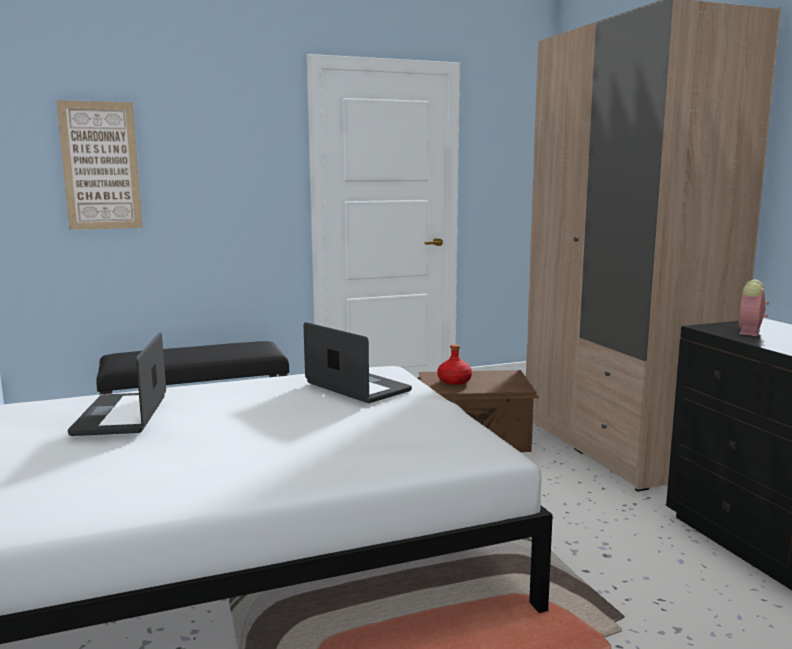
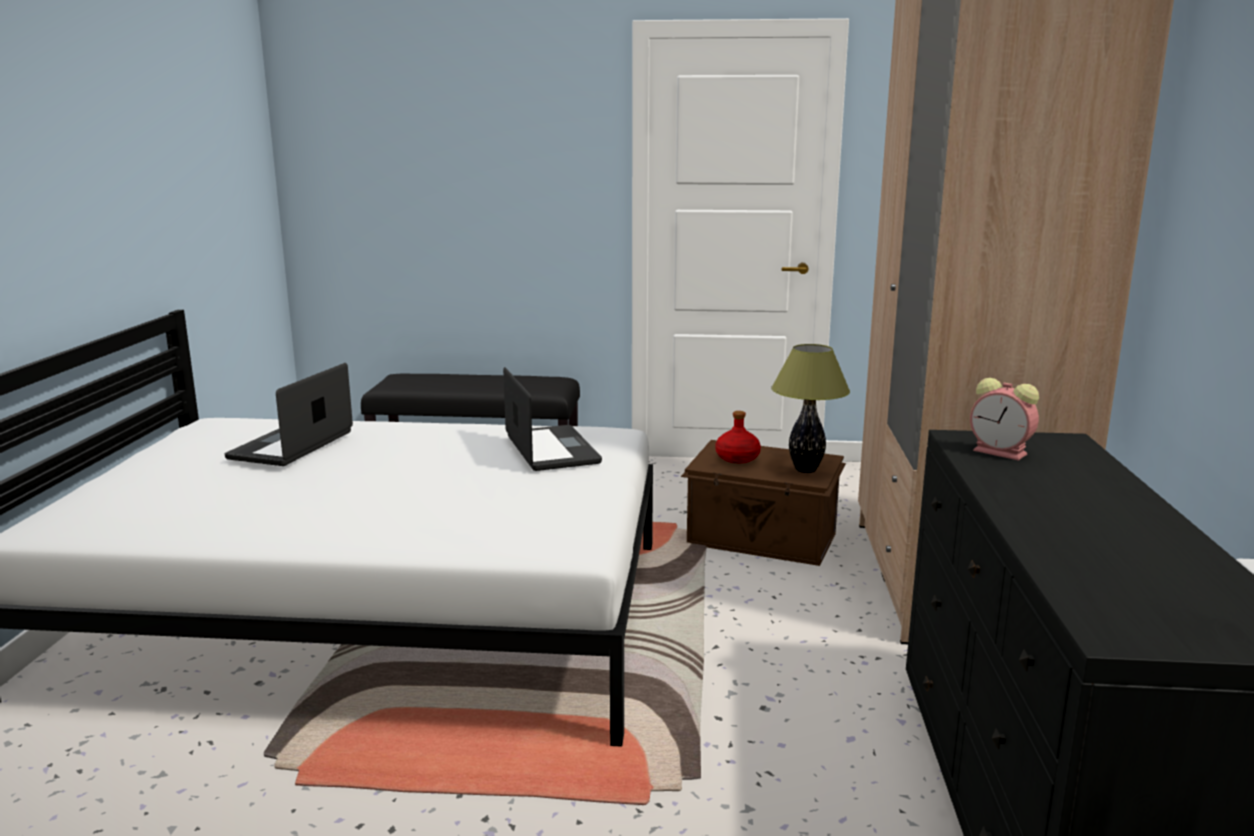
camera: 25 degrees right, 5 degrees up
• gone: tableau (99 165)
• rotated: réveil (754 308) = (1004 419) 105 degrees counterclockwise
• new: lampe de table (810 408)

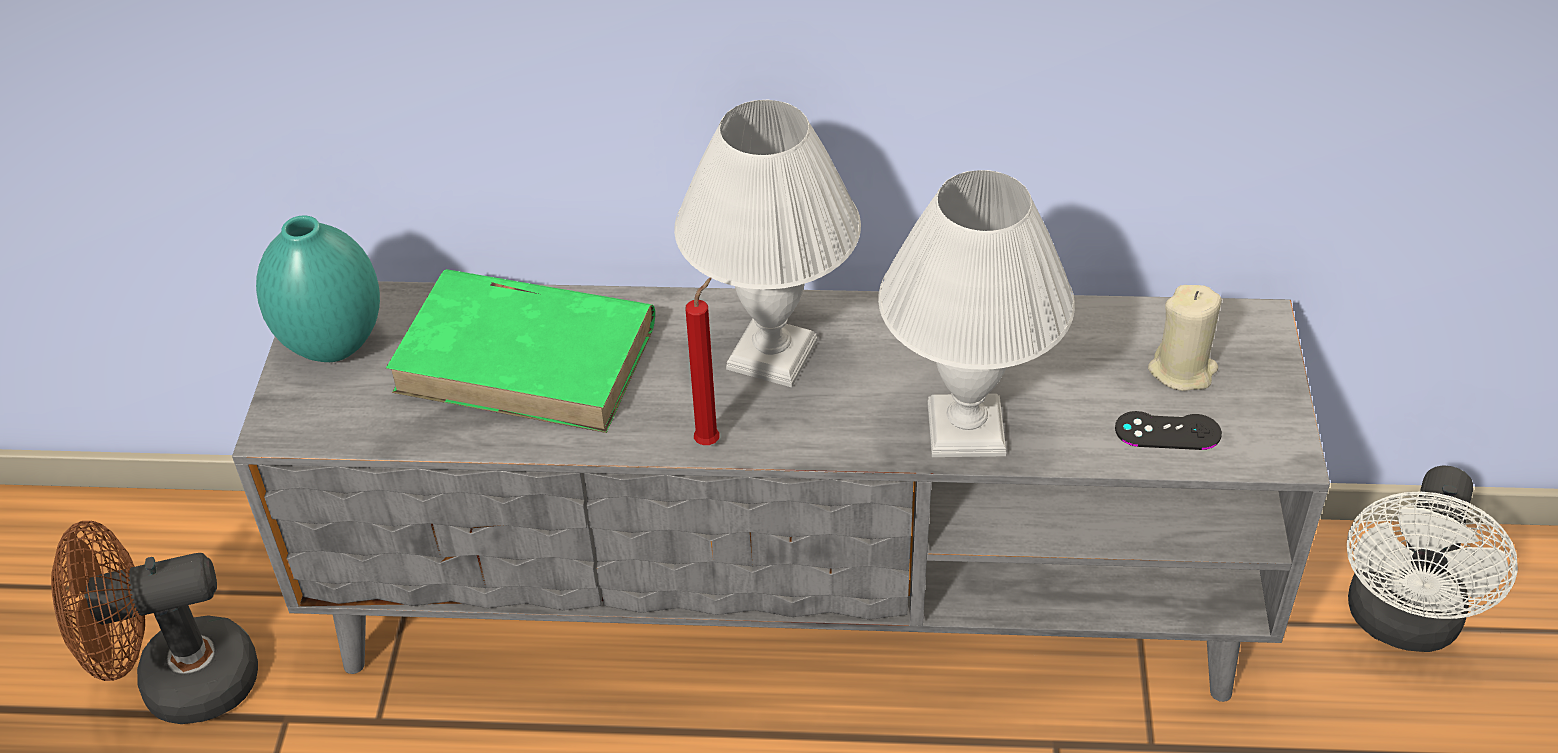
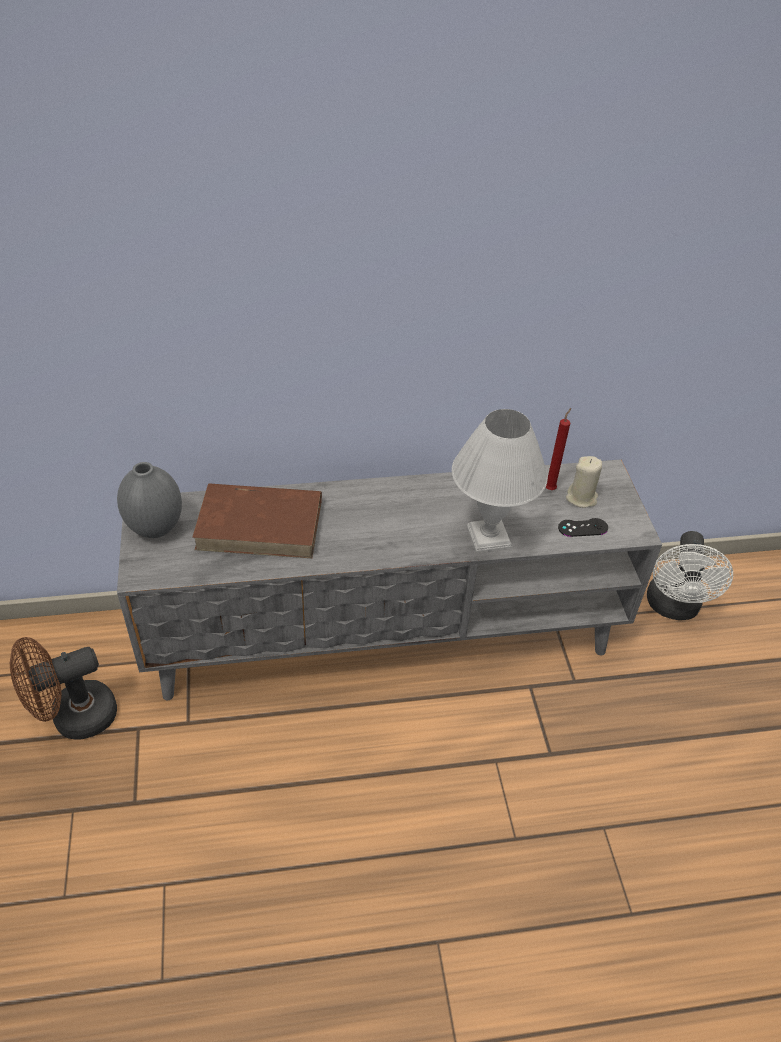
camera: 15 degrees left, 0 degrees up
• repainted: vase/turquoise (318 289) to vase/gris (149 500)
• repainted: livre/vert (520 351) to livre/marron (257 521)
• gone: lampe de table/blanc (767 243)
• shifted: bougie/rouge (702 361) to (558 449)

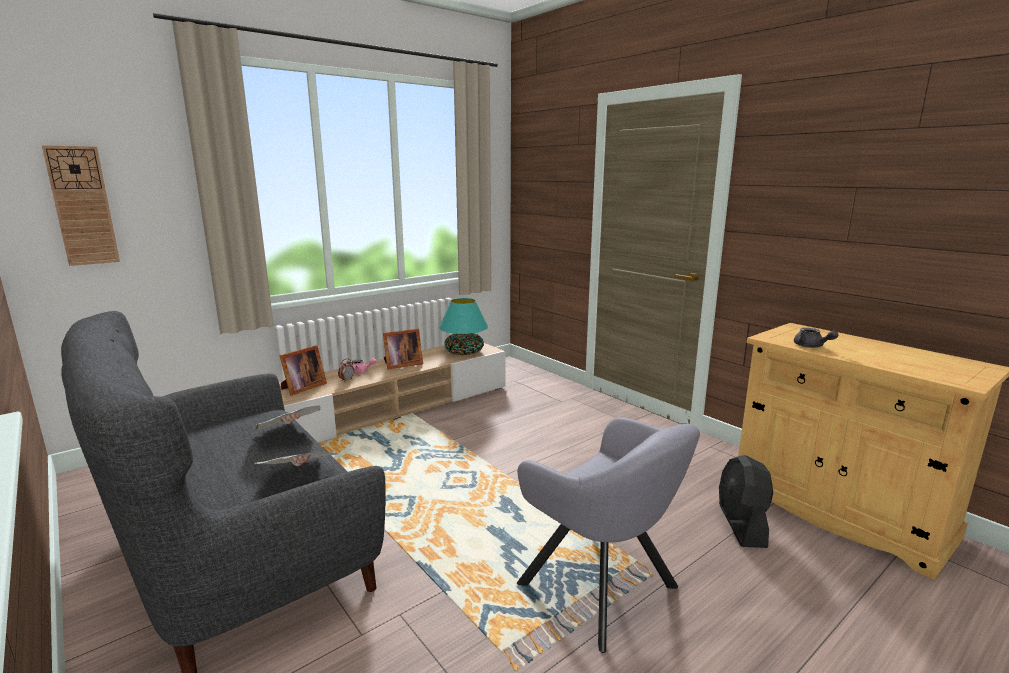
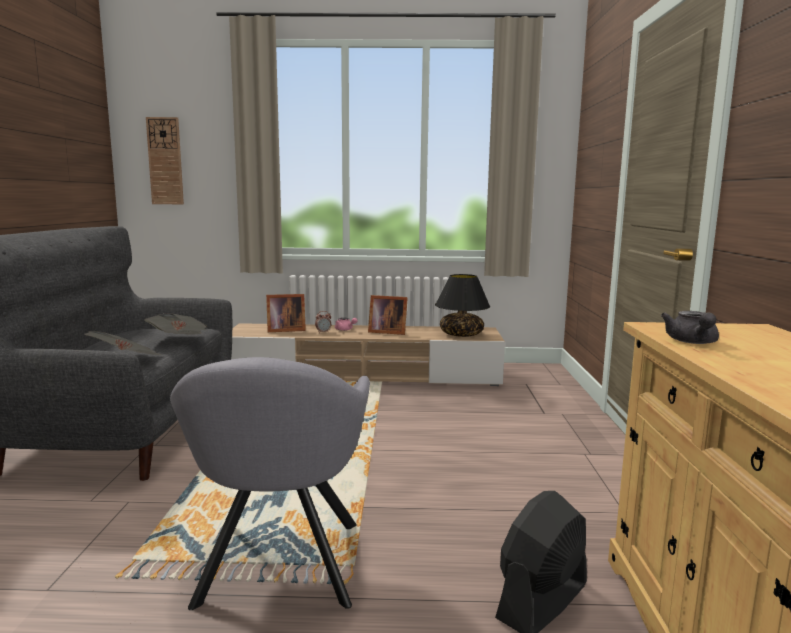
camera: 40 degrees right, 5 degrees down
• repainted: lampe de table/turquoise (463 326) to lampe de table/noir (462 305)

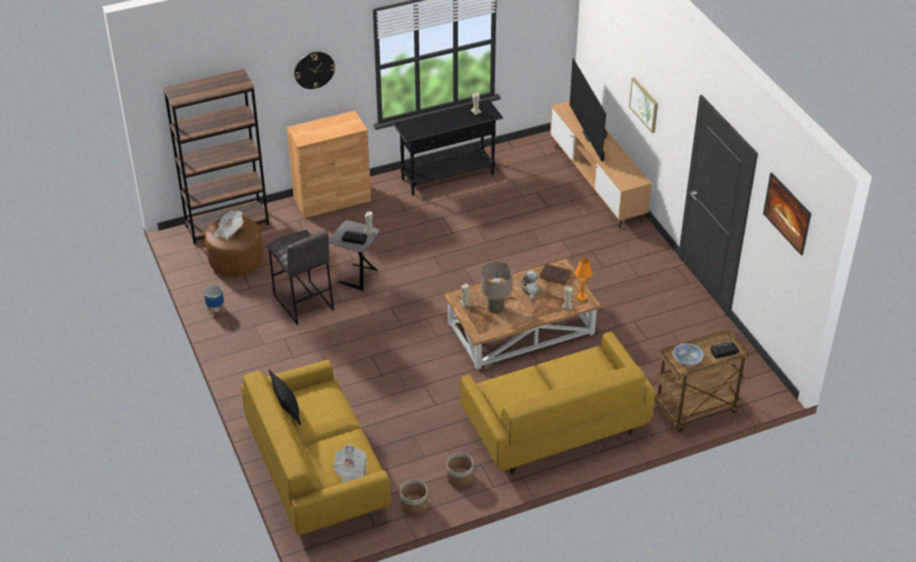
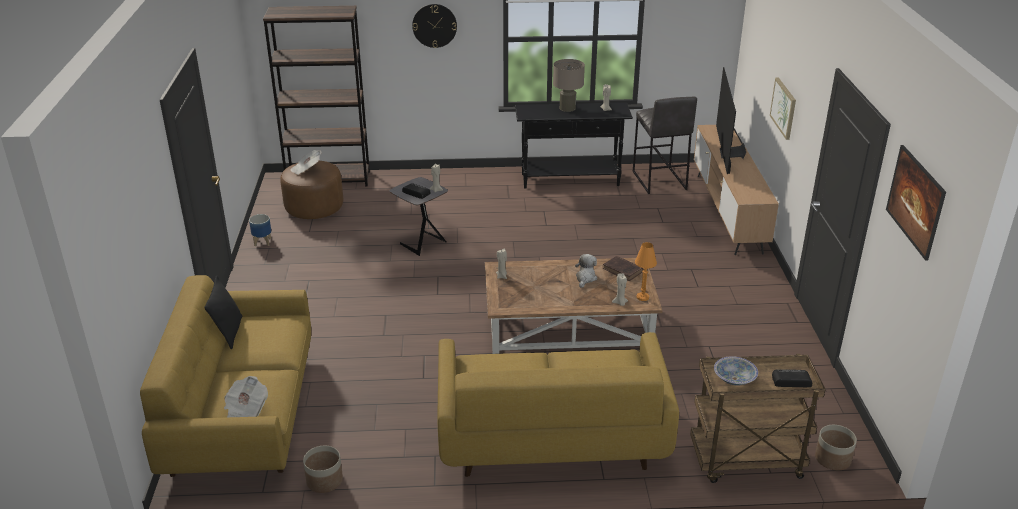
camera: 20 degrees right, 10 degrees down
• shifted: tabouret/gris (301 277) to (665 145)
• gone: meuble de rangement/marron (329 164)
• shifted: cache-pot (460 470) to (836 447)
• shifted: lampe de table/beige (497 288) to (569 85)

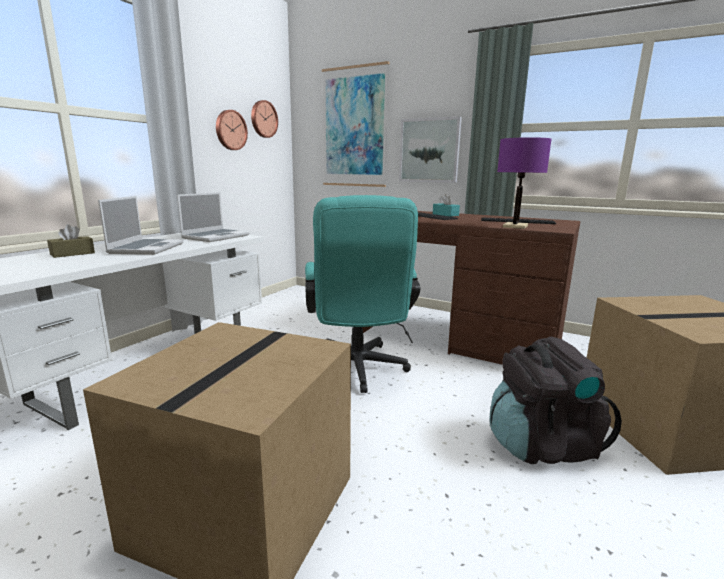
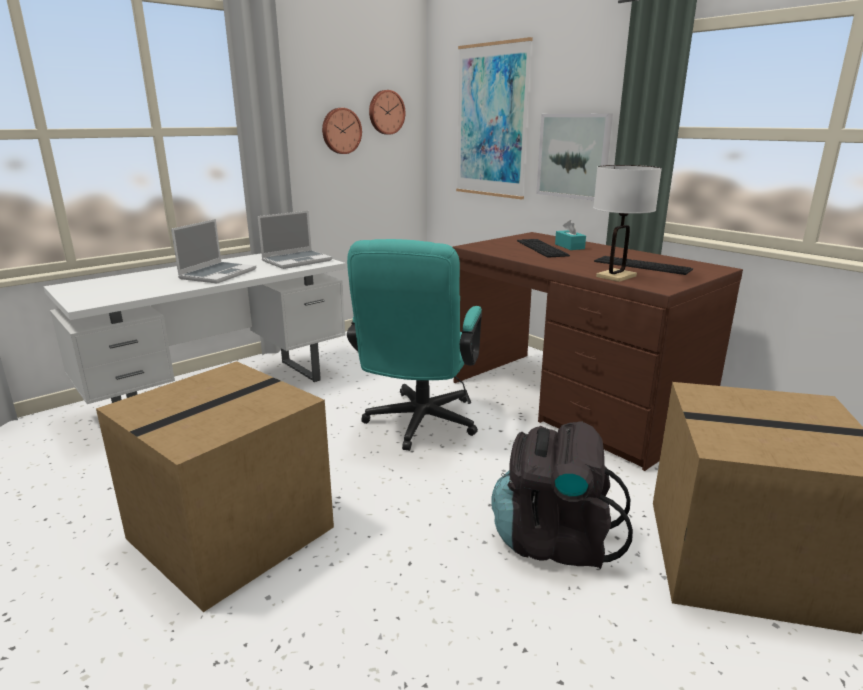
camera: 20 degrees right, 5 degrees up
• gone: boîte à mouchoirs/marron (71 241)
• repainted: lampe de table/violet (524 183) to lampe de table/blanc (627 223)

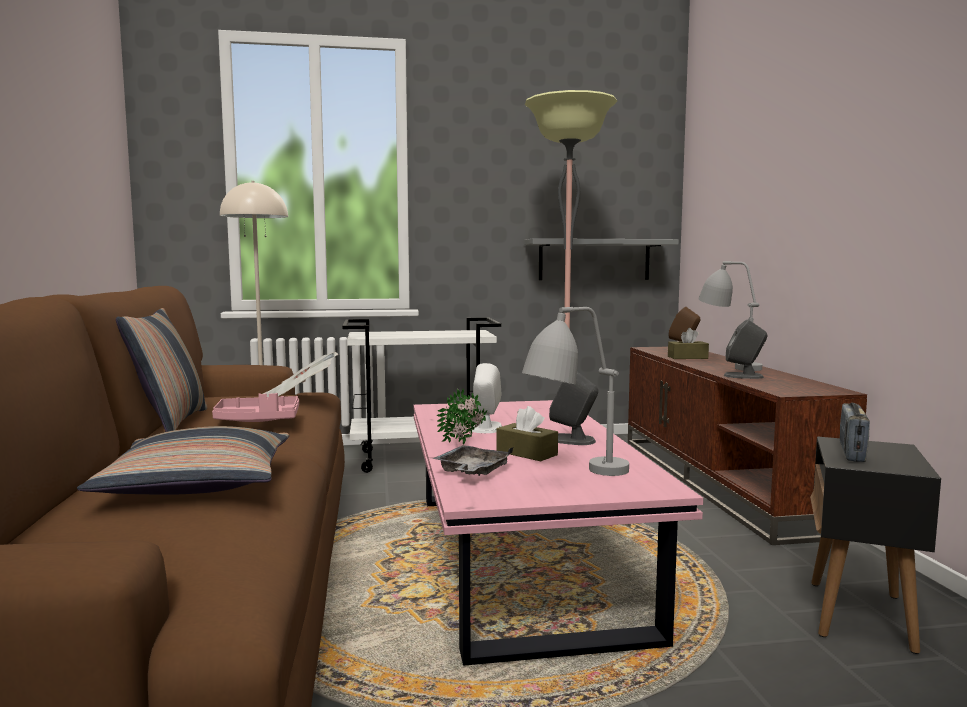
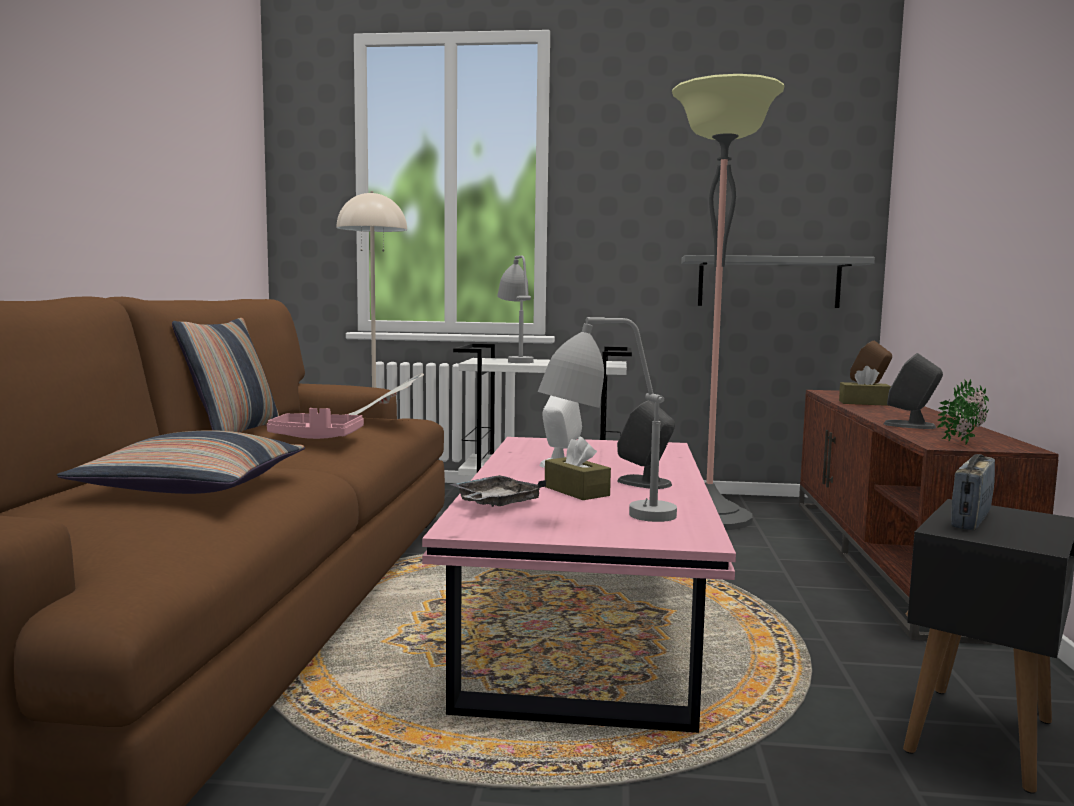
camera: 15 degrees right, 0 degrees up
• shifted: plante en pot (462 417) to (963 412)
• shifted: lampe de table/gris (730 316) to (515 309)

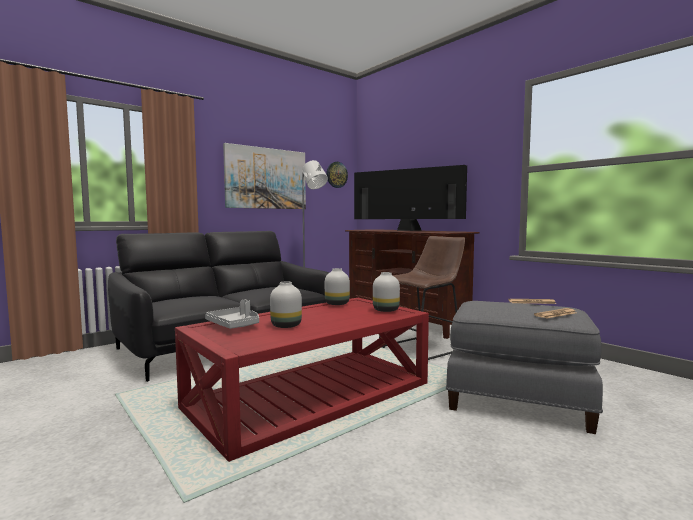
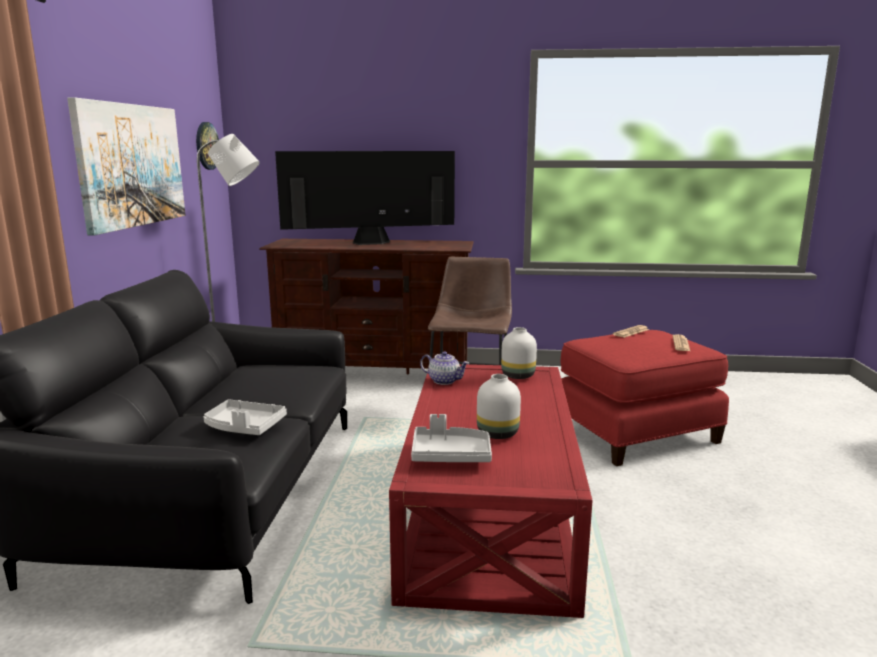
camera: 45 degrees left, 10 degrees up
• swapped: vase/blanc (337 286) to théière (444 368)
• repainted: pouf/gris (524 367) to pouf/rouge (645 398)
• new: plateau/gris (245 417)

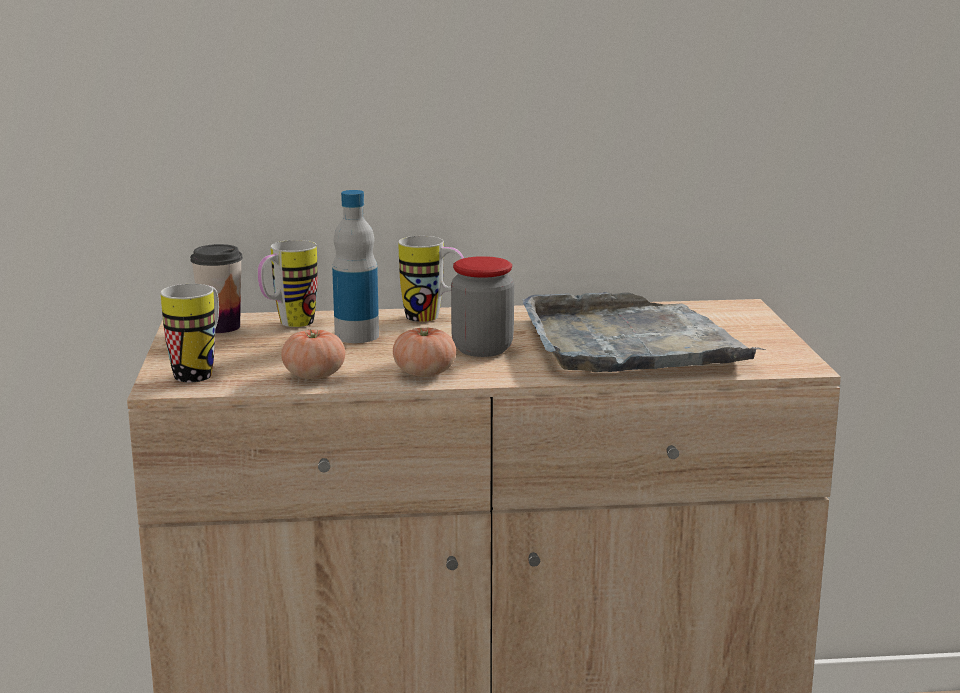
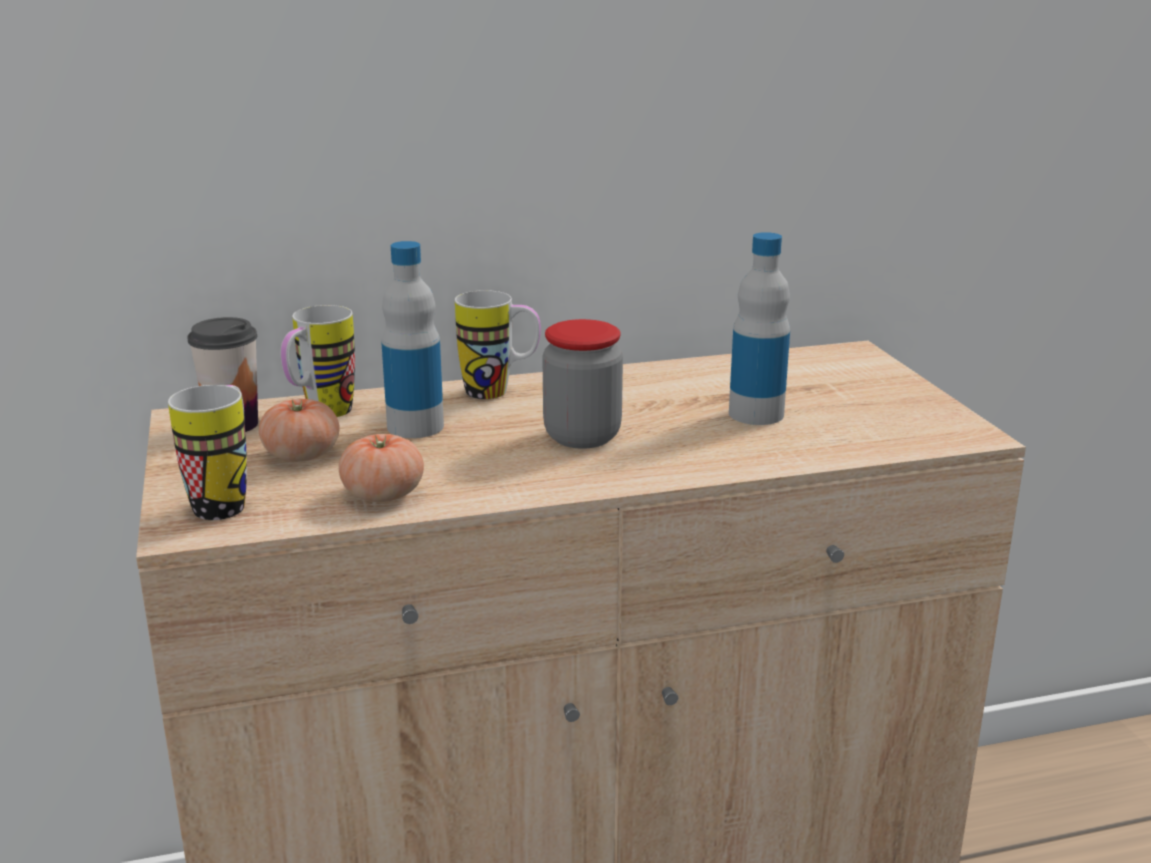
camera: 10 degrees left, 5 degrees up
• shifted: tomate (424 352) to (299 430)
• swapped: plateau/gris (643 332) to bouteille (759 328)

